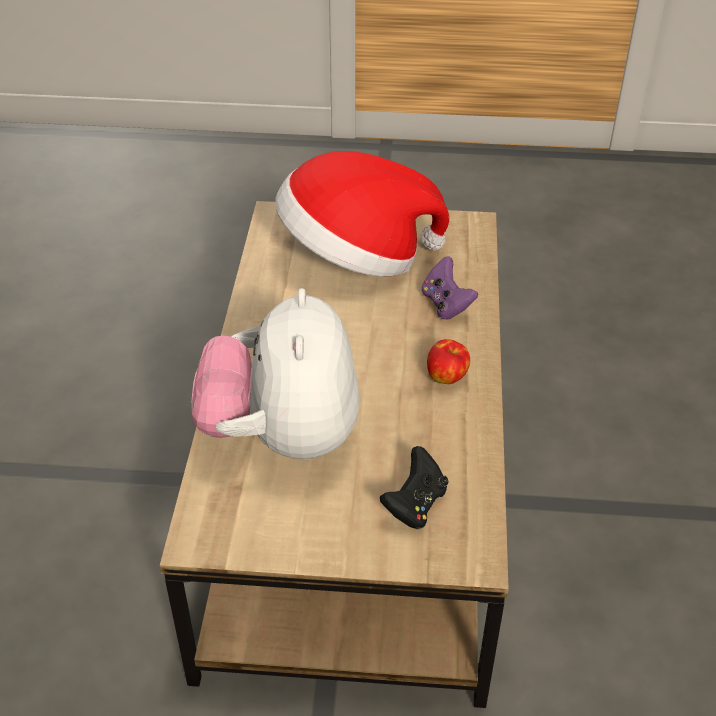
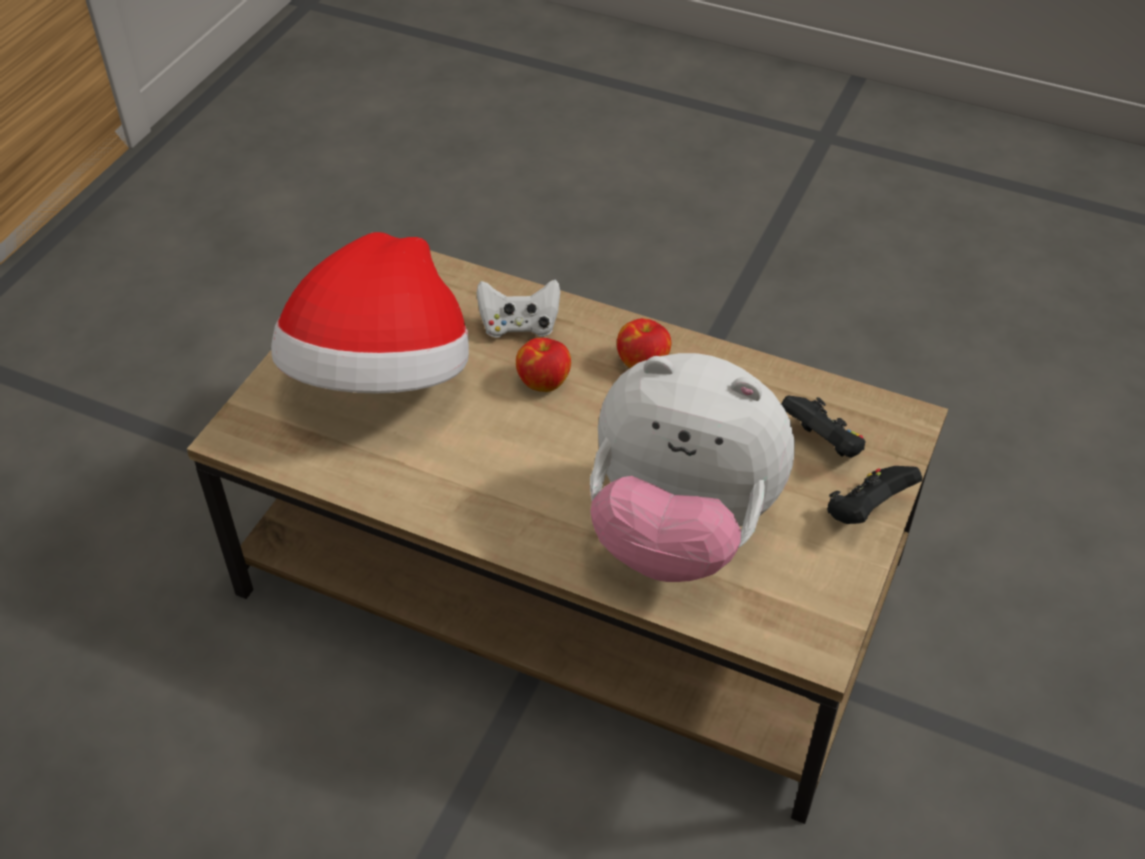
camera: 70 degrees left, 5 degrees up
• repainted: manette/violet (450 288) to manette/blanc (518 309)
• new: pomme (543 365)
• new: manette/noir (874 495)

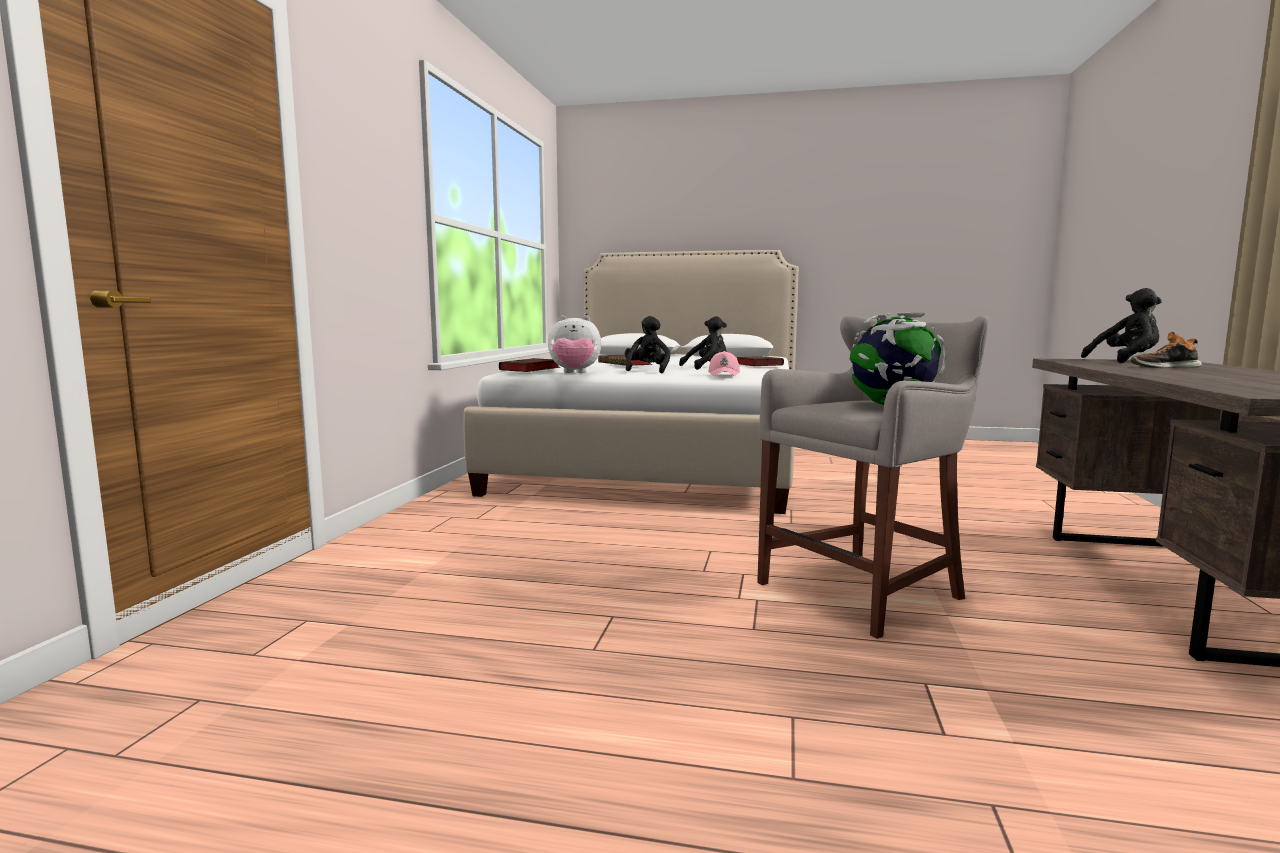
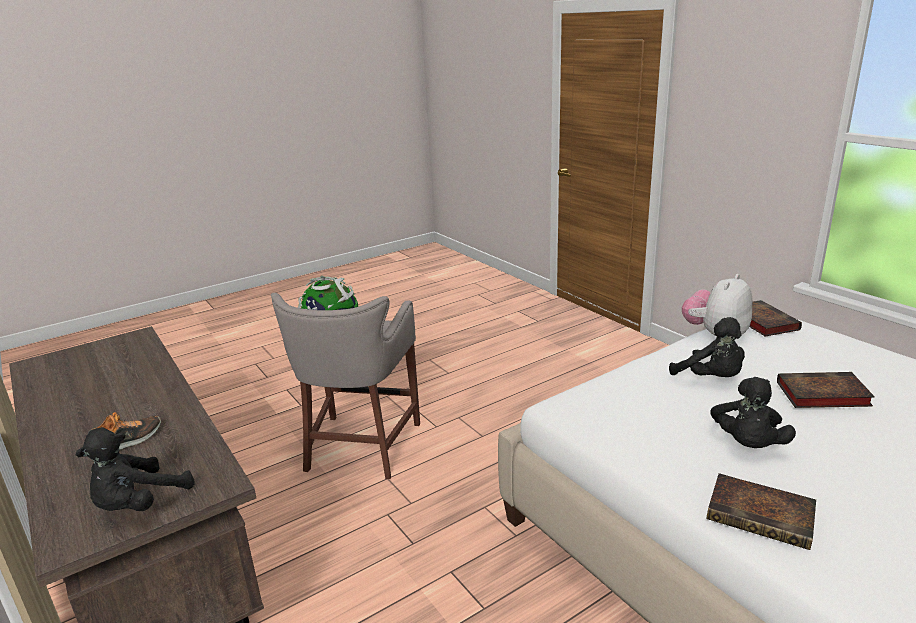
camera: 135 degrees right, 15 degrees up
• gone: casquette/rose (724 363)

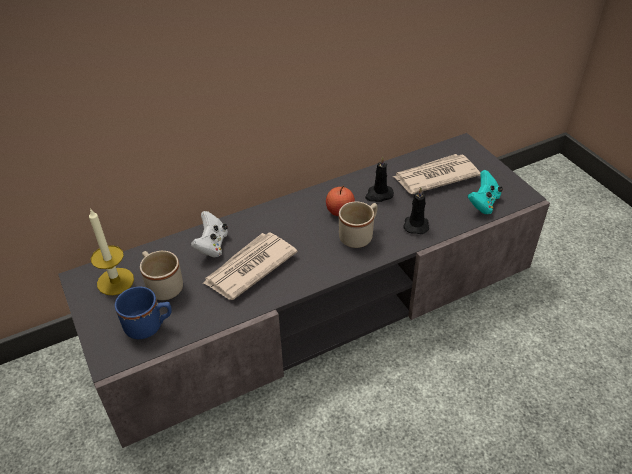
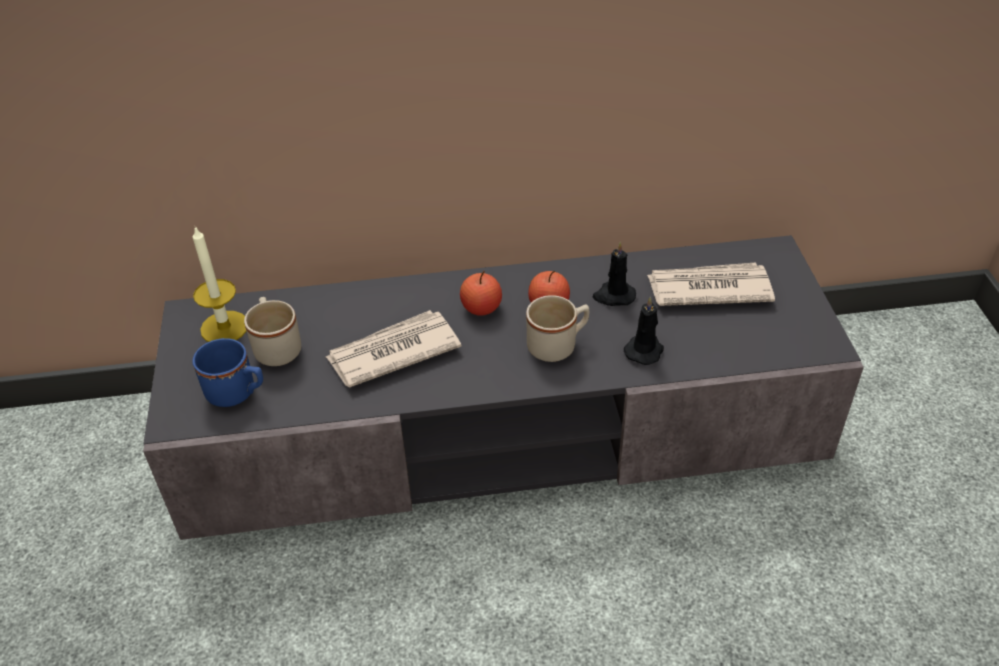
camera: 20 degrees right, 0 degrees up
• gone: manette/blanc (209 234)
• gone: manette/turquoise (485 192)
• new: pomme (481 293)

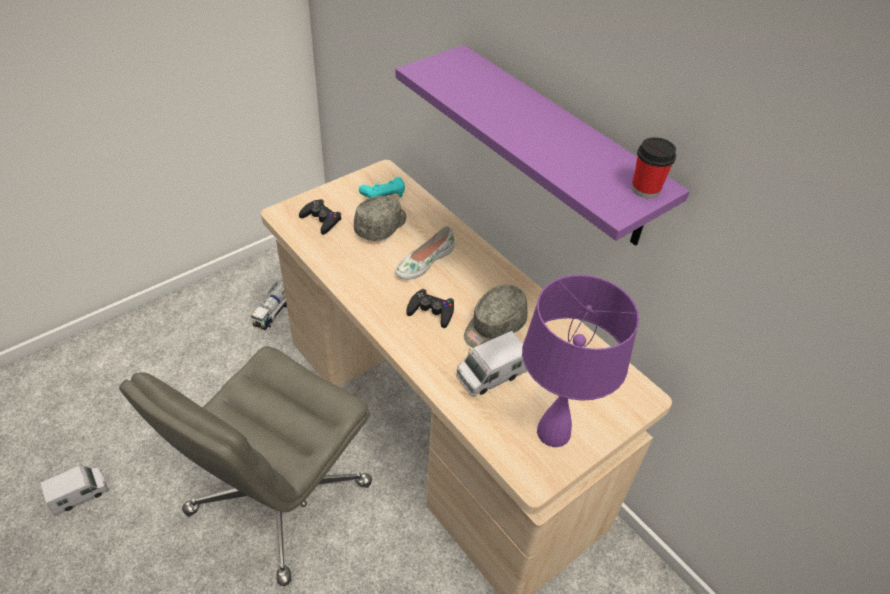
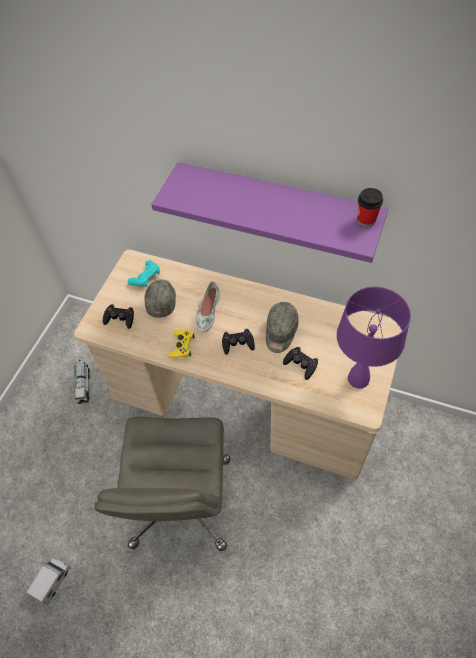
camera: 25 degrees left, 10 degrees up
• swapped: camion jouet (491 364) to manette/noir (300 363)
• new: manette/jaune (181 343)

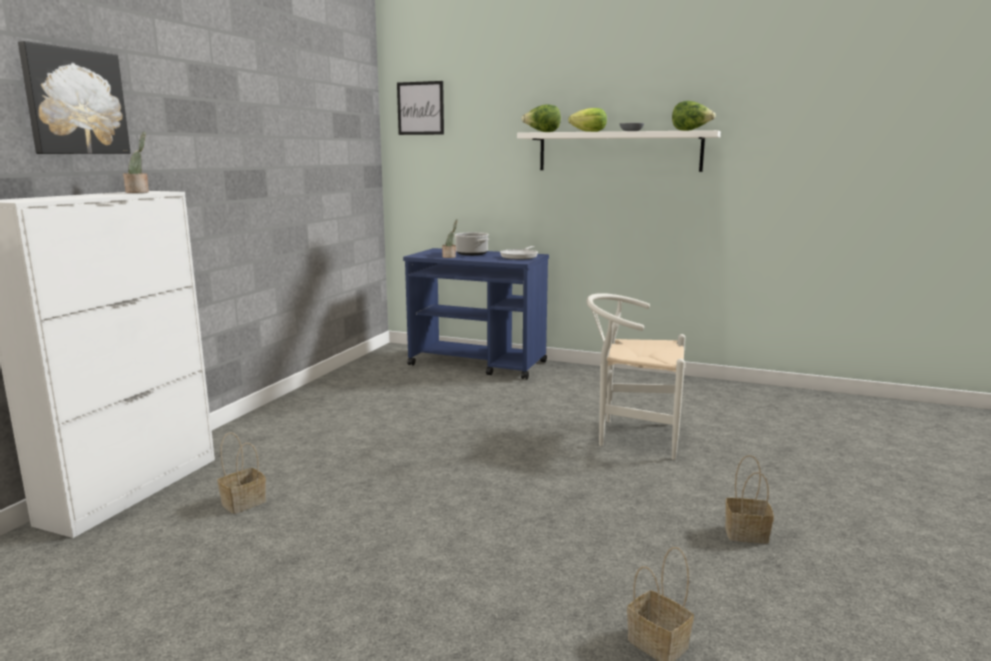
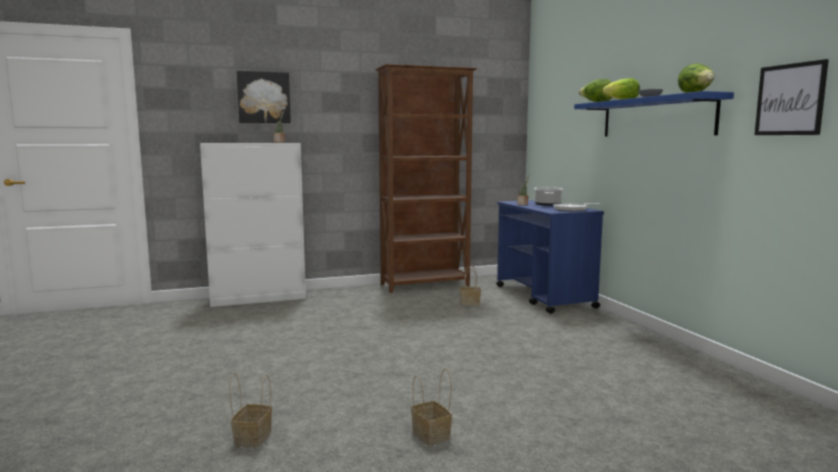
camera: 50 degrees right, 5 degrees down
• shifted: panier (241 473) to (470 285)
• shifted: tableau (420 108) to (792 97)
• repainted: étagère/blanc (619 151) to étagère/bleu (654 113)
• gone: chaise/blanc (635 376)
• new: bibliothèque/marron (426 178)

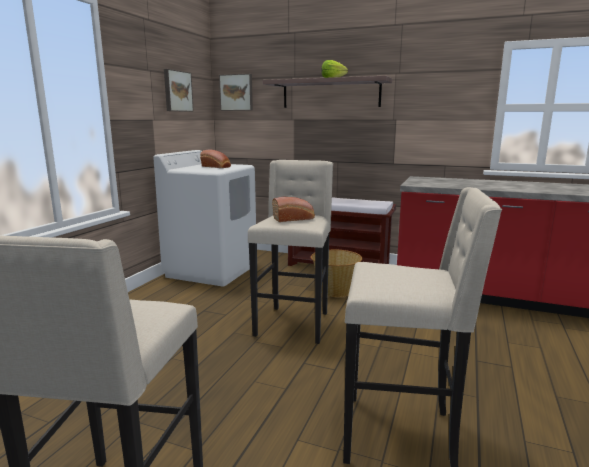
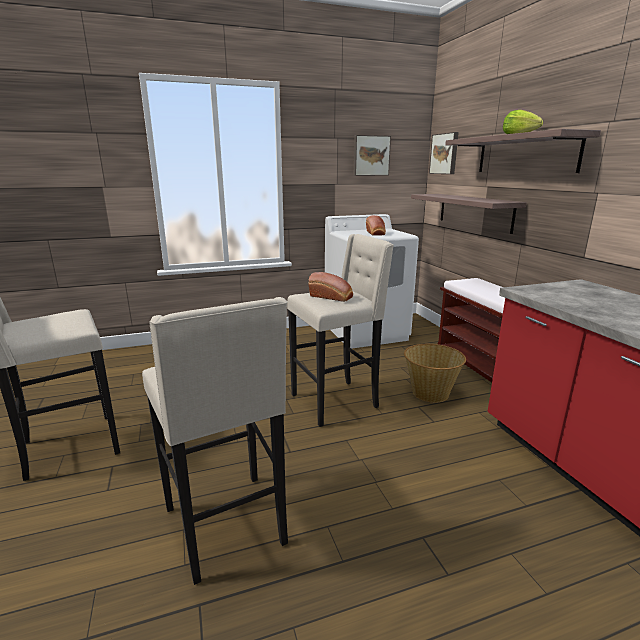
camera: 50 degrees right, 5 degrees up
• new: étagère (469 214)

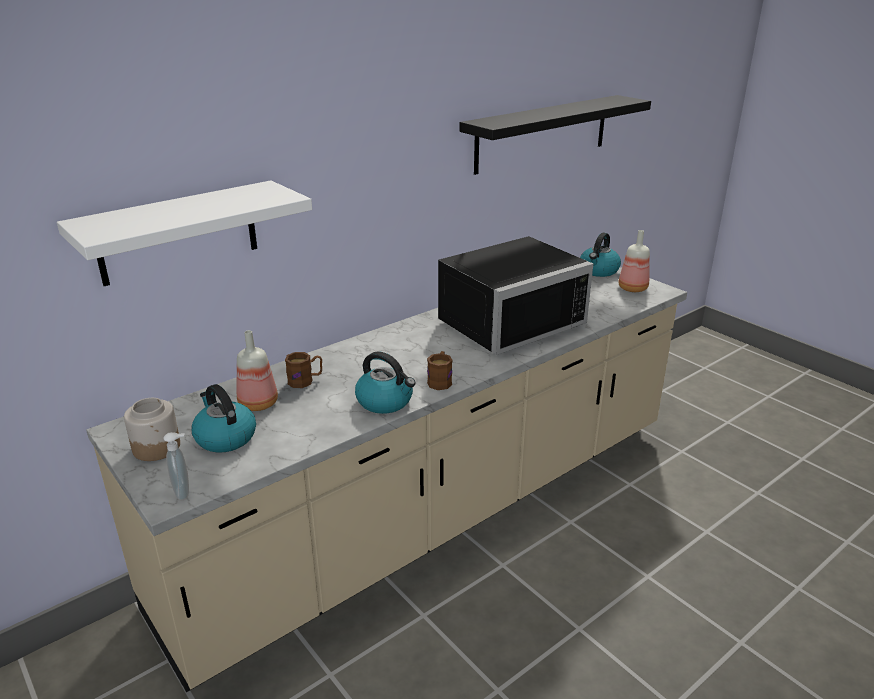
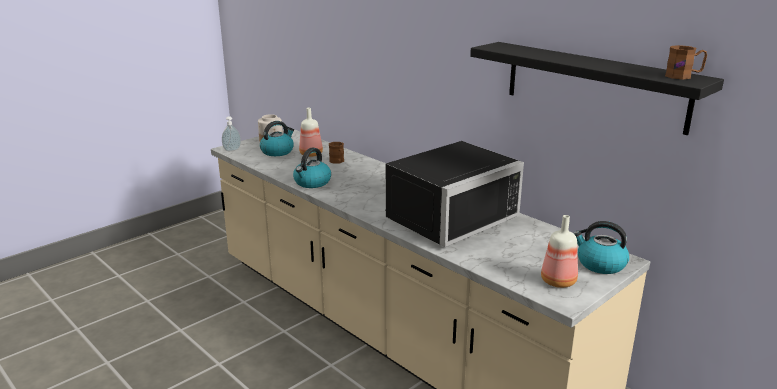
camera: 85 degrees right, 5 degrees down
• gone: étagère/blanc (184 233)
• shifted: mug/marron (439 370) to (686 62)
• rotated: micro-ondes/noir (515 295) = (454 194) 90 degrees counterclockwise

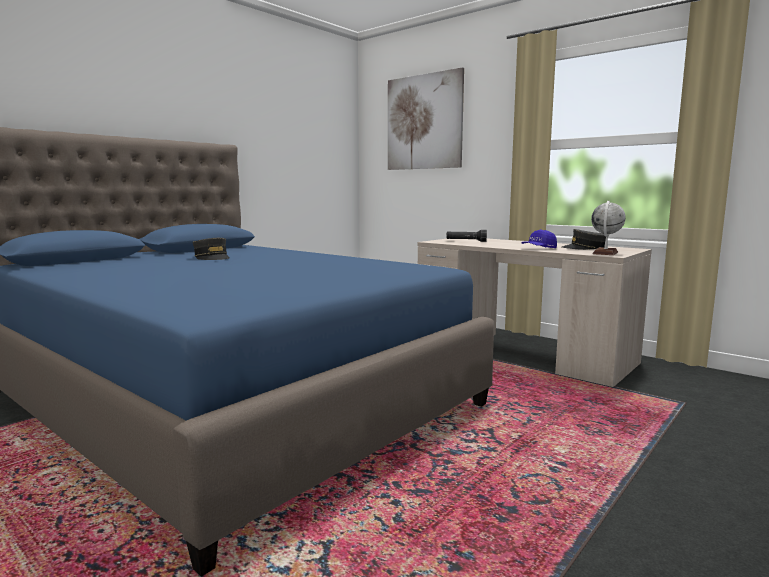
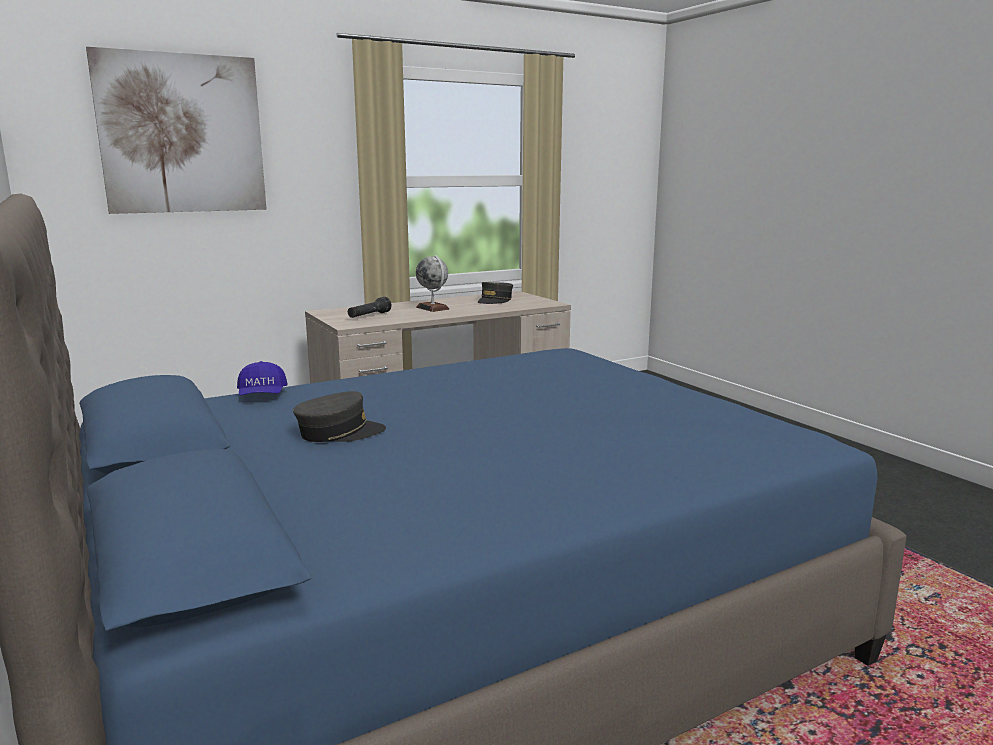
camera: 70 degrees left, 5 degrees up
• shifted: casquette/bleu (539 239) to (262 378)
• shifted: globe (608 228) to (432 283)

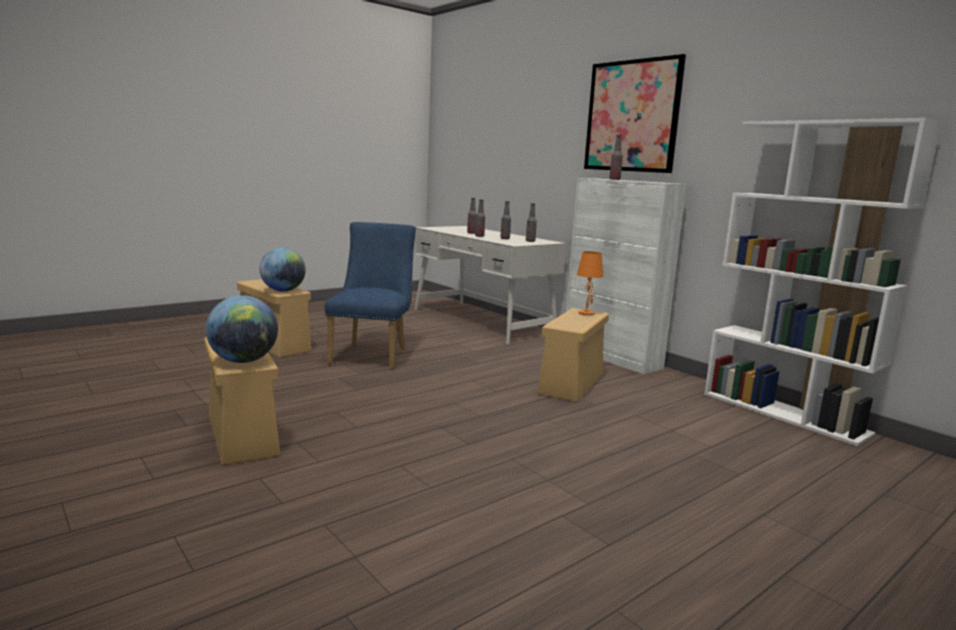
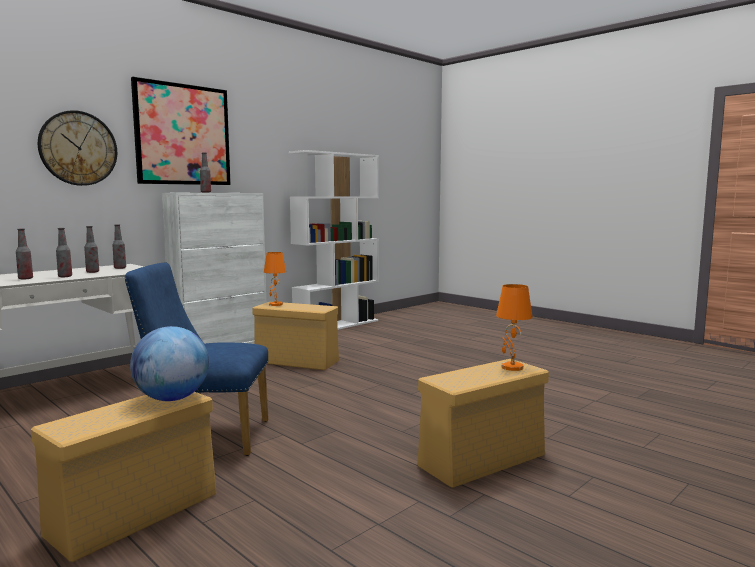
camera: 95 degrees left, 5 degrees down
• swapped: globe (242 329) to lampe de table/orange (514 327)
• new: horloge murale (77 148)

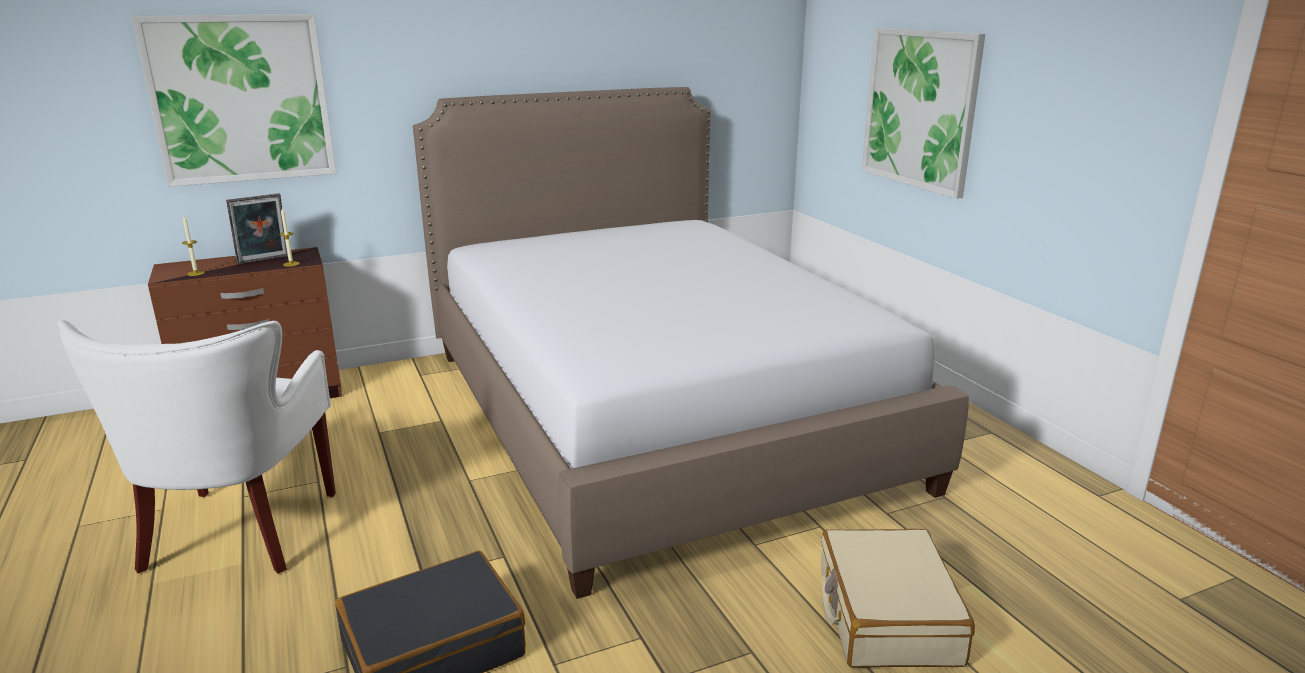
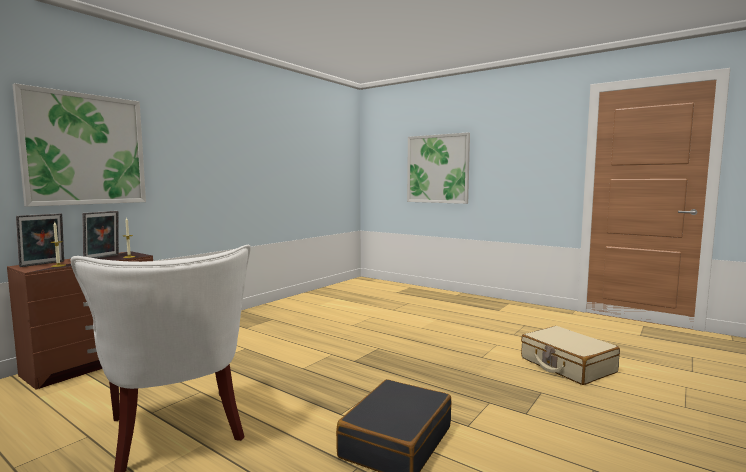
camera: 30 degrees left, 15 degrees down
• gone: lit (691 343)
• new: cadre photo (40 240)

